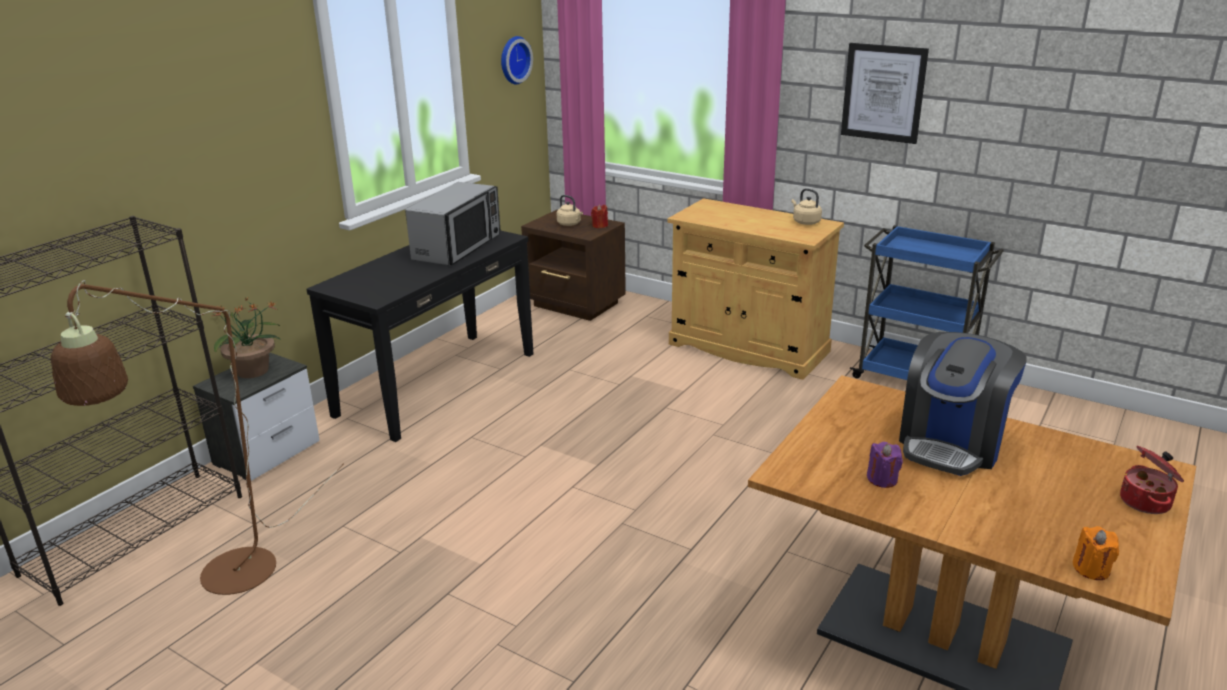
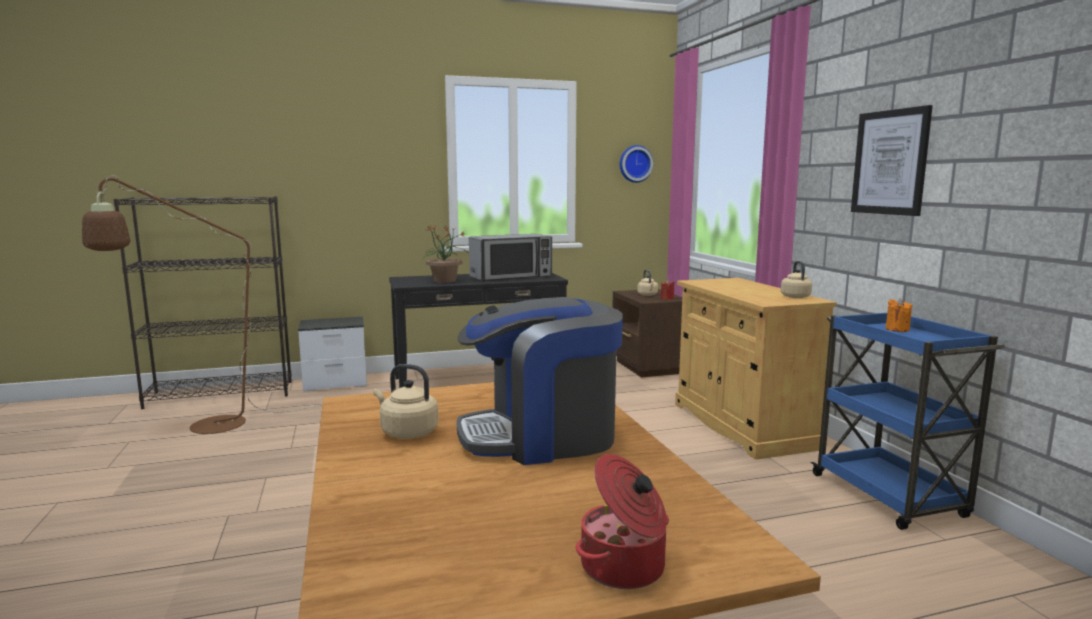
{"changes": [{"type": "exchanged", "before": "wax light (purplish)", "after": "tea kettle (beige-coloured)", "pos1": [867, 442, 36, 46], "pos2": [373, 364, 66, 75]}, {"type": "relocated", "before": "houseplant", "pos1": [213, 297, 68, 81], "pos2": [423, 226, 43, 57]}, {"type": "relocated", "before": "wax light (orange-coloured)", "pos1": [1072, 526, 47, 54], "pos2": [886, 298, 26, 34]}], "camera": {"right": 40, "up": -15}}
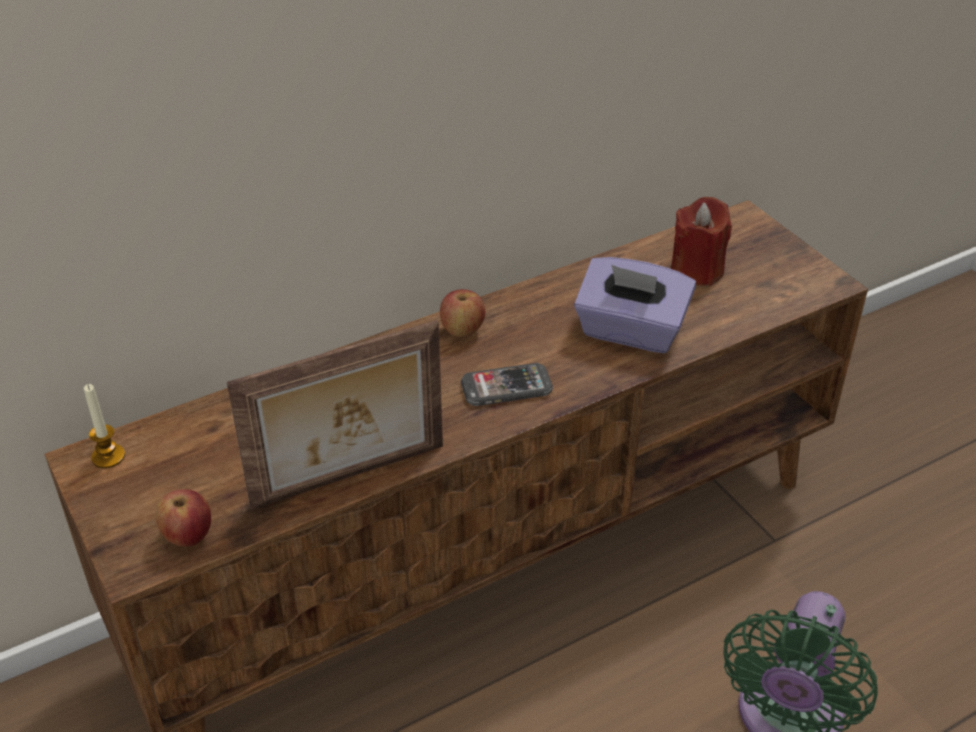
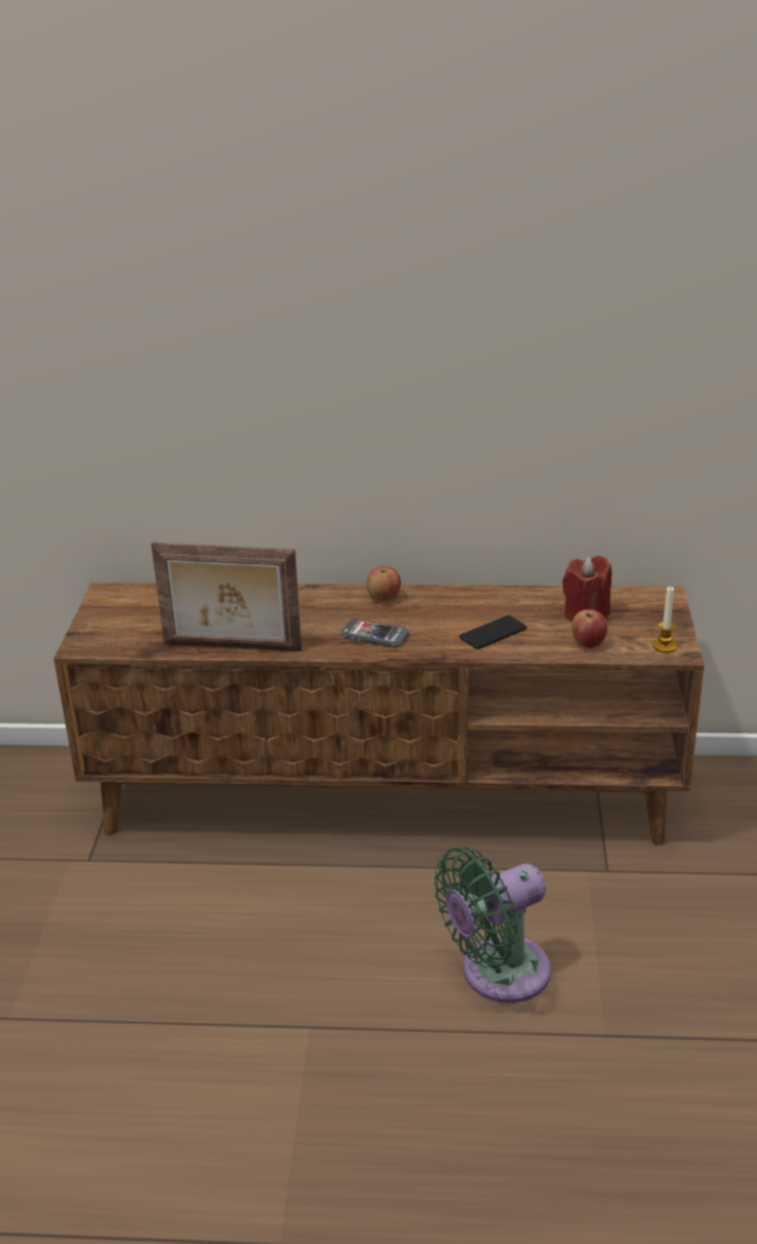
{"changes": [{"type": "exchanged", "before": "box of tissues (purplish)", "after": "telephone", "pos1": [574, 257, 122, 96], "pos2": [459, 615, 68, 34]}, {"type": "relocated", "before": "whole apple", "pos1": [155, 489, 56, 58], "pos2": [572, 609, 36, 39]}, {"type": "relocated", "before": "wax light", "pos1": [84, 384, 41, 84], "pos2": [653, 586, 24, 67]}], "camera": {"right": 35, "up": -10}}
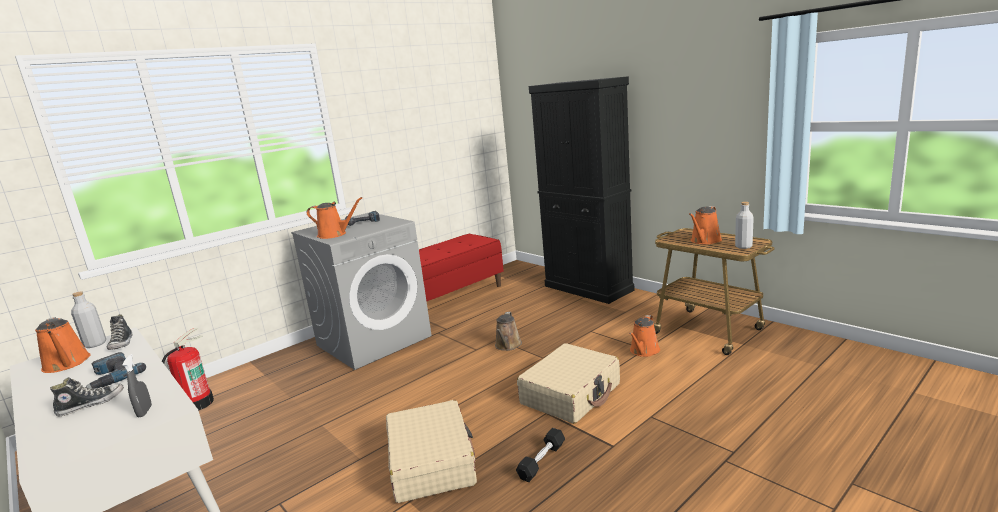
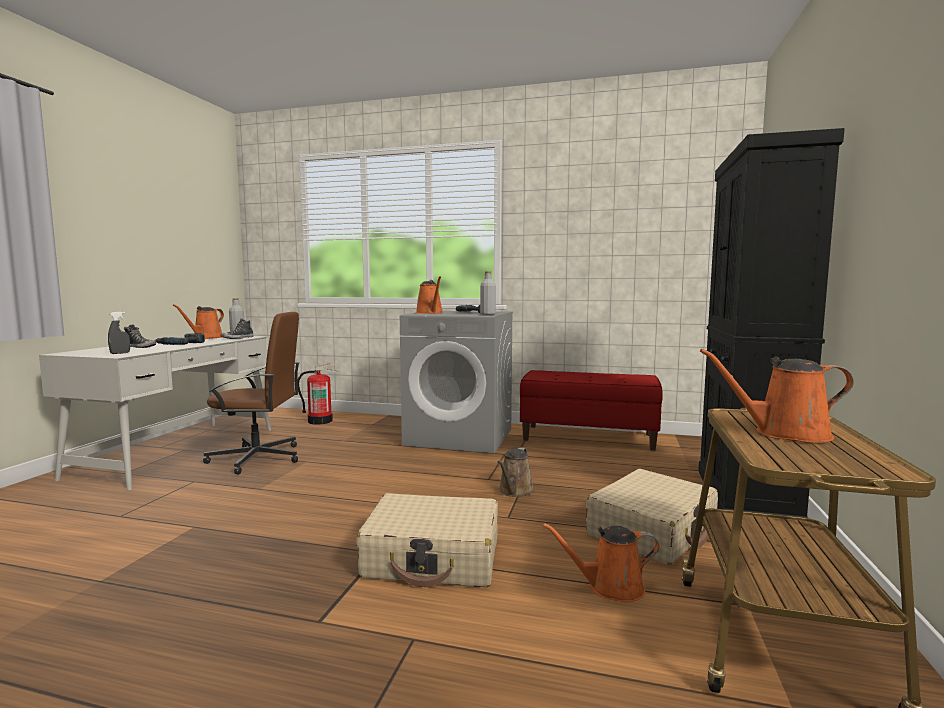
{"changes": [{"type": "appeared", "after": "office chair (brownish)", "pos2": [203, 312, 96, 163]}, {"type": "relocated", "before": "bottle (gray)", "pos1": [735, 202, 19, 47], "pos2": [480, 271, 16, 44]}, {"type": "spun", "before": "watering can (brownish)", "pos1": [495, 312, 27, 39], "pos2": [498, 447, 37, 50], "turn": -45}, {"type": "relocated", "before": "travel case (beige-coloured)", "pos1": [386, 400, 91, 103], "pos2": [586, 469, 132, 96]}, {"type": "missing", "before": "dumbbell (blackish)", "pos1": [516, 428, 49, 54]}], "camera": {"right": 55, "up": -10}}
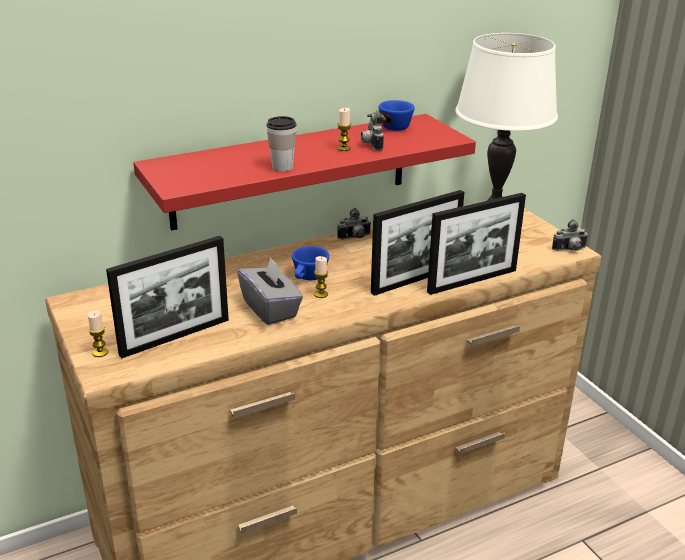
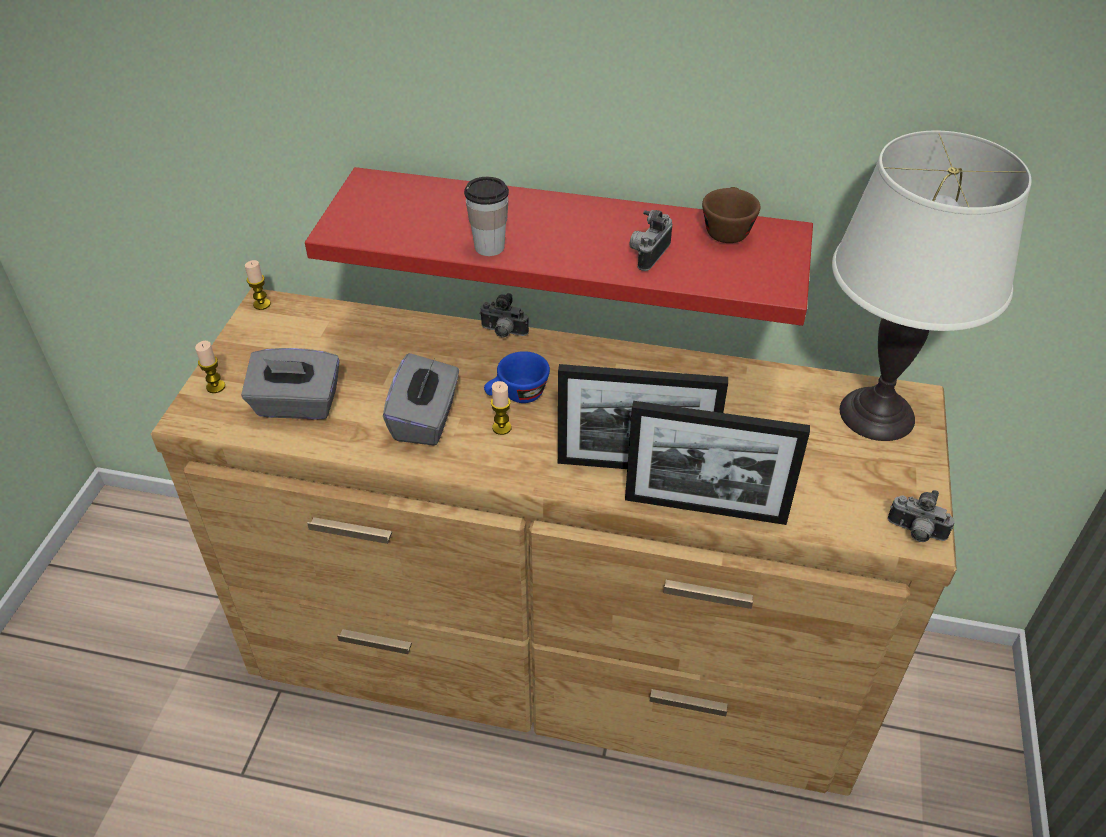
{"changes": [{"type": "exchanged", "before": "standing frame", "after": "box of tissues (gray)", "pos1": [106, 236, 123, 122], "pos2": [241, 348, 99, 72]}, {"type": "relocated", "before": "wax light", "pos1": [337, 108, 14, 43], "pos2": [245, 260, 26, 50]}, {"type": "relocated", "before": "photo camera", "pos1": [337, 208, 34, 32], "pos2": [479, 293, 50, 45]}, {"type": "colour", "before": "small cup (bluish)", "after": "small cup (brownish)", "pos1": [379, 100, 36, 31], "pos2": [702, 187, 58, 56]}], "camera": {"right": 40, "up": 15}}
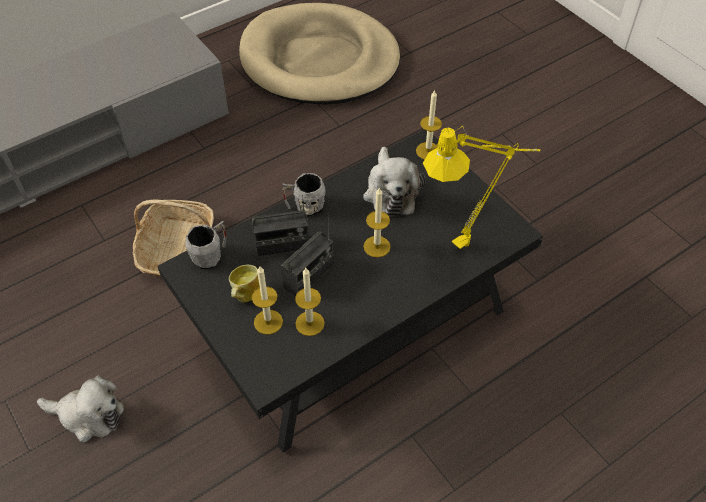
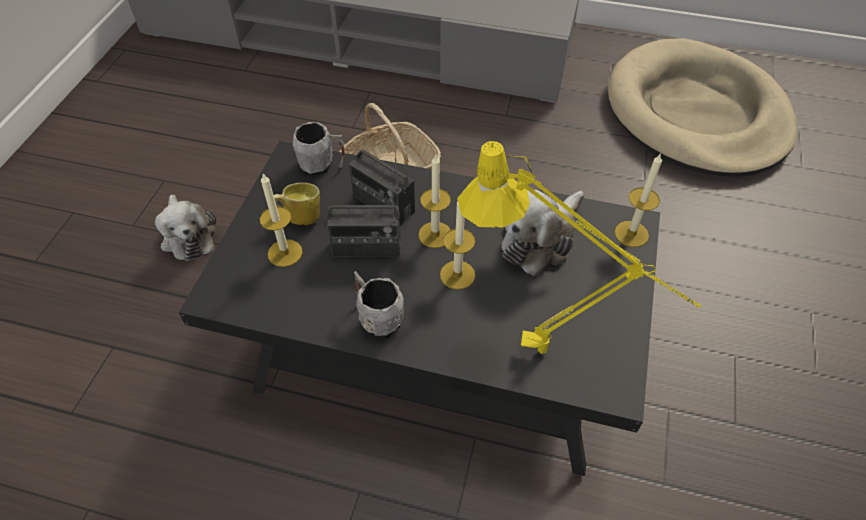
{"changes": [{"type": "relocated", "before": "mug (gray)", "pos1": [282, 173, 44, 44], "pos2": [354, 271, 50, 68]}, {"type": "relocated", "before": "wax light", "pos1": [295, 268, 30, 68], "pos2": [418, 155, 33, 93]}], "camera": {"right": 50, "up": 0}}
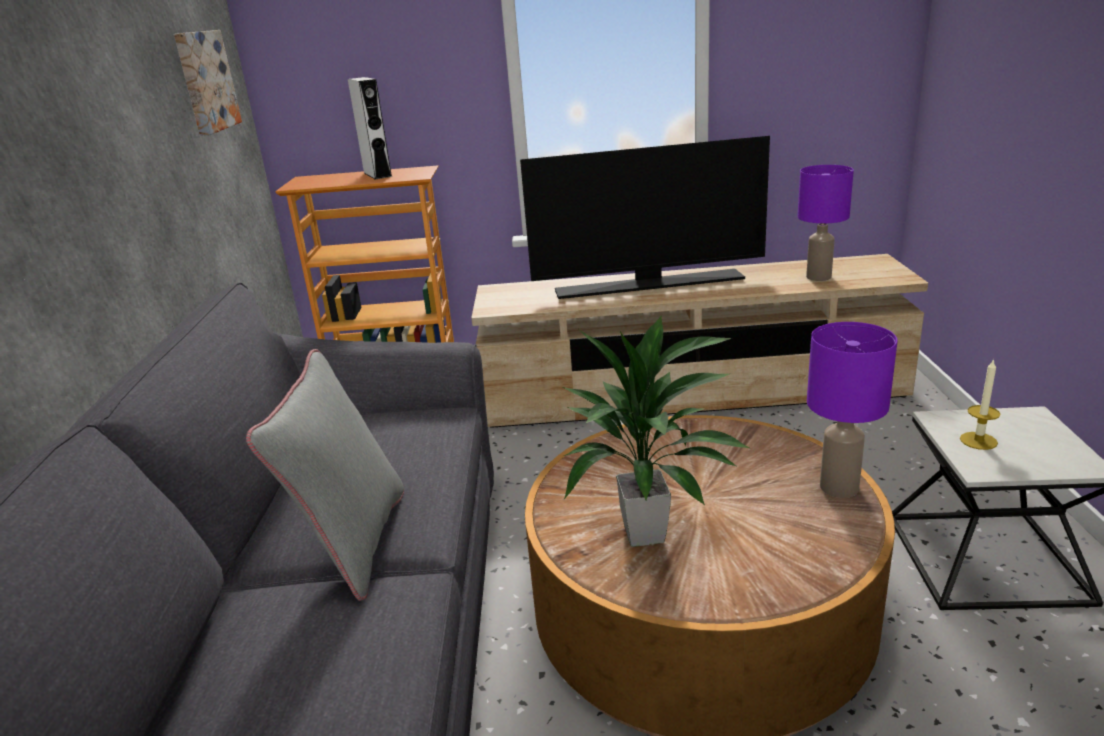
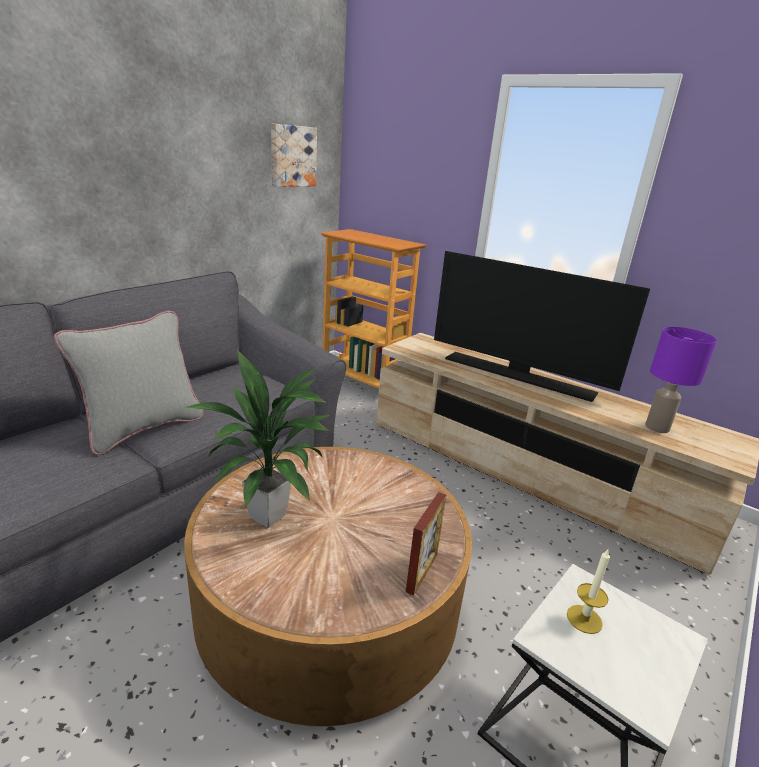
{"changes": [{"type": "exchanged", "before": "table lamp (purplish)", "after": "standing frame", "pos1": [807, 322, 91, 176], "pos2": [406, 492, 40, 104]}, {"type": "missing", "before": "loudspeaker (whitish)", "pos1": [348, 77, 44, 102]}], "camera": {"right": 35, "up": 0}}
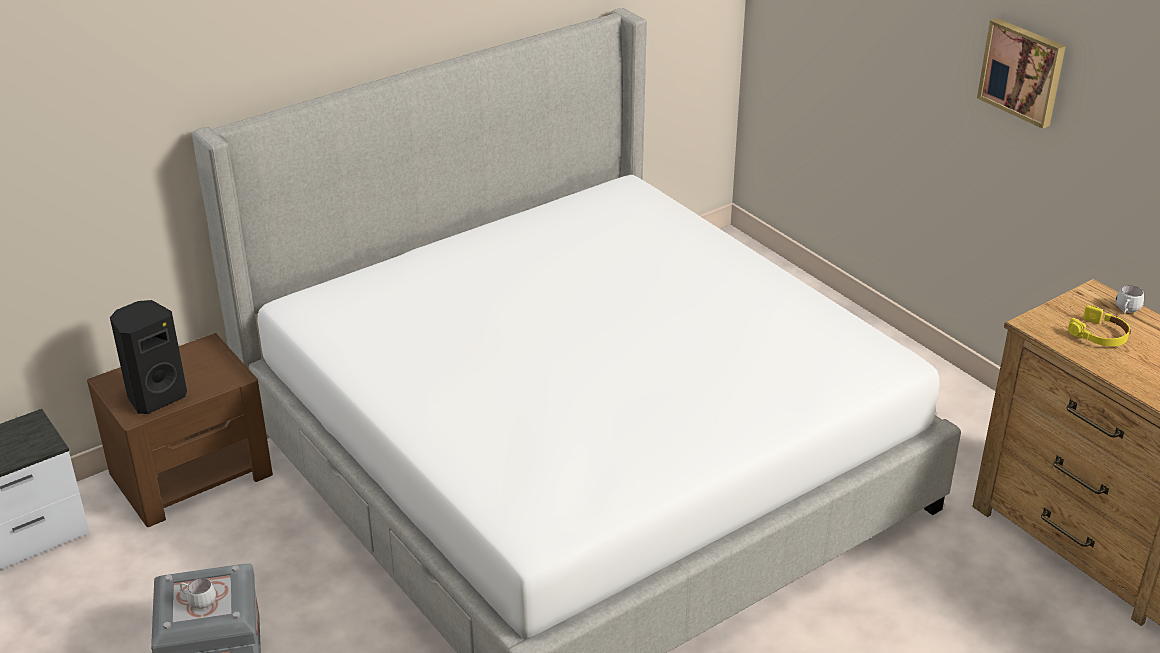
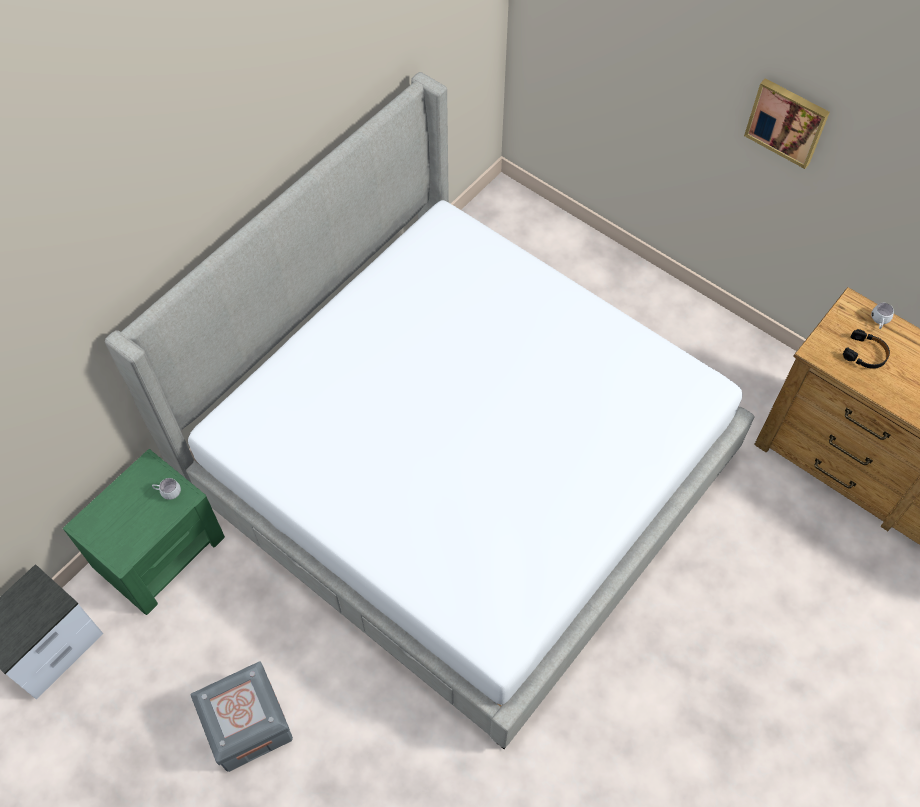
{"changes": [{"type": "colour", "before": "bedside table (brownish)", "after": "bedside table (greenish)", "pos1": [87, 333, 186, 194], "pos2": [63, 449, 162, 166]}, {"type": "relocated", "before": "mug (whitish)", "pos1": [180, 578, 36, 31], "pos2": [152, 478, 29, 22]}, {"type": "colour", "before": "headset (yellow)", "after": "headset (blackish)", "pos1": [1068, 305, 62, 41], "pos2": [843, 329, 47, 40]}, {"type": "missing", "before": "loudspeaker (blackish)", "pos1": [110, 300, 77, 114]}], "camera": {"right": -15, "up": 25}}
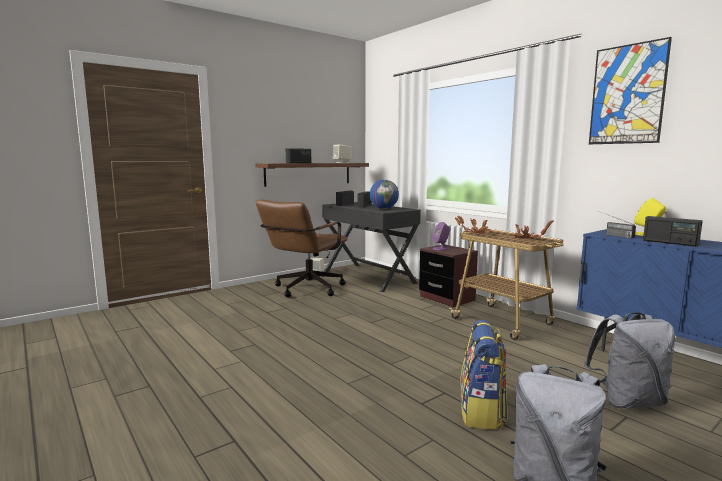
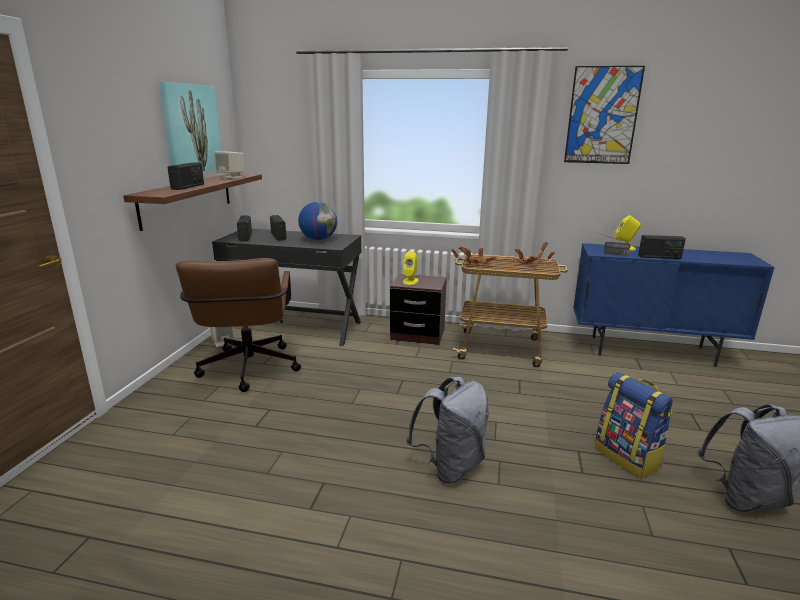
{"changes": [{"type": "appeared", "after": "picture", "pos2": [159, 82, 62, 89]}, {"type": "colour", "before": "loudspeaker (purplish)", "after": "loudspeaker (yellow)", "pos1": [433, 222, 17, 28], "pos2": [403, 251, 16, 34]}, {"type": "relocated", "before": "rucksack (gray)", "pos1": [584, 313, 91, 96], "pos2": [406, 377, 83, 106]}], "camera": {"right": -40, "up": 10}}
